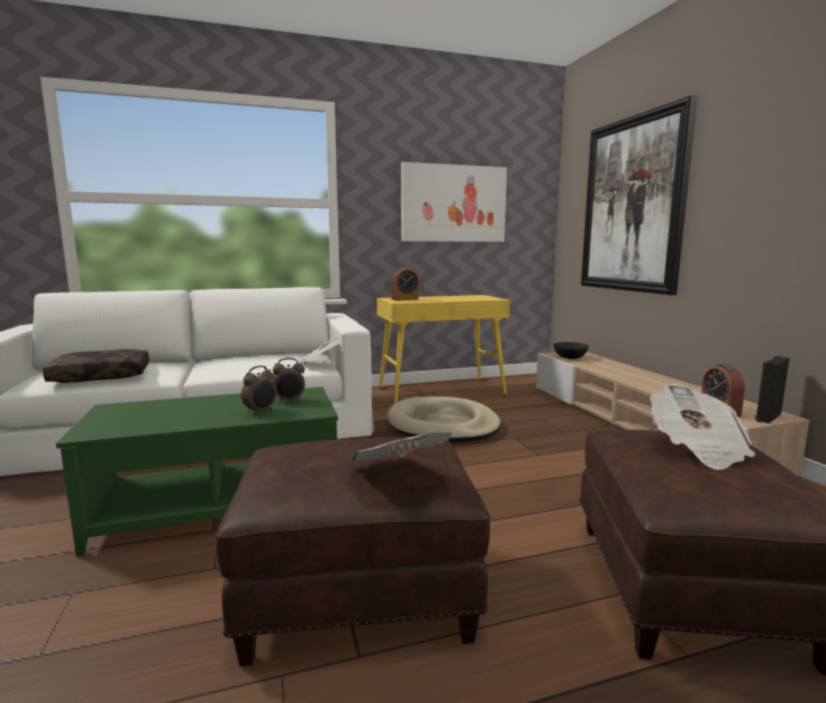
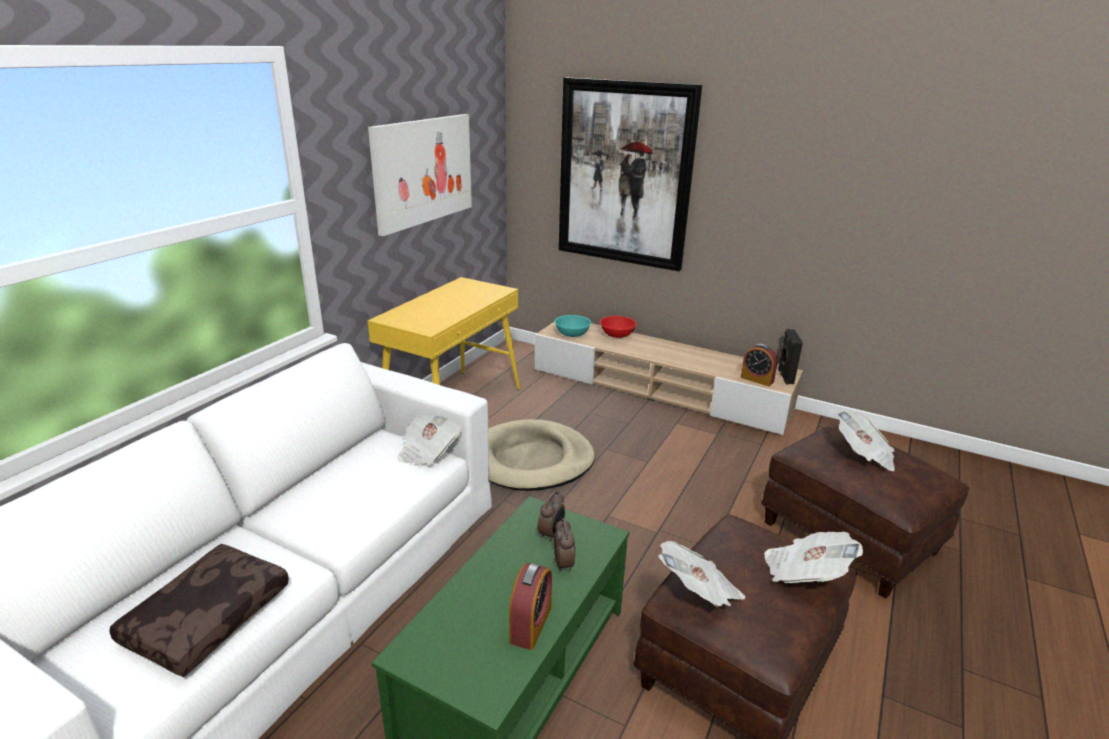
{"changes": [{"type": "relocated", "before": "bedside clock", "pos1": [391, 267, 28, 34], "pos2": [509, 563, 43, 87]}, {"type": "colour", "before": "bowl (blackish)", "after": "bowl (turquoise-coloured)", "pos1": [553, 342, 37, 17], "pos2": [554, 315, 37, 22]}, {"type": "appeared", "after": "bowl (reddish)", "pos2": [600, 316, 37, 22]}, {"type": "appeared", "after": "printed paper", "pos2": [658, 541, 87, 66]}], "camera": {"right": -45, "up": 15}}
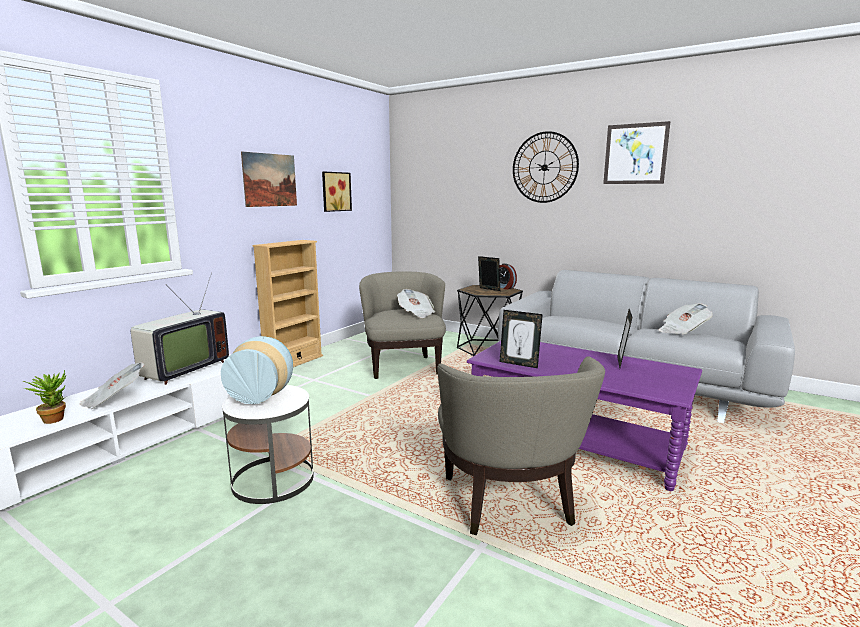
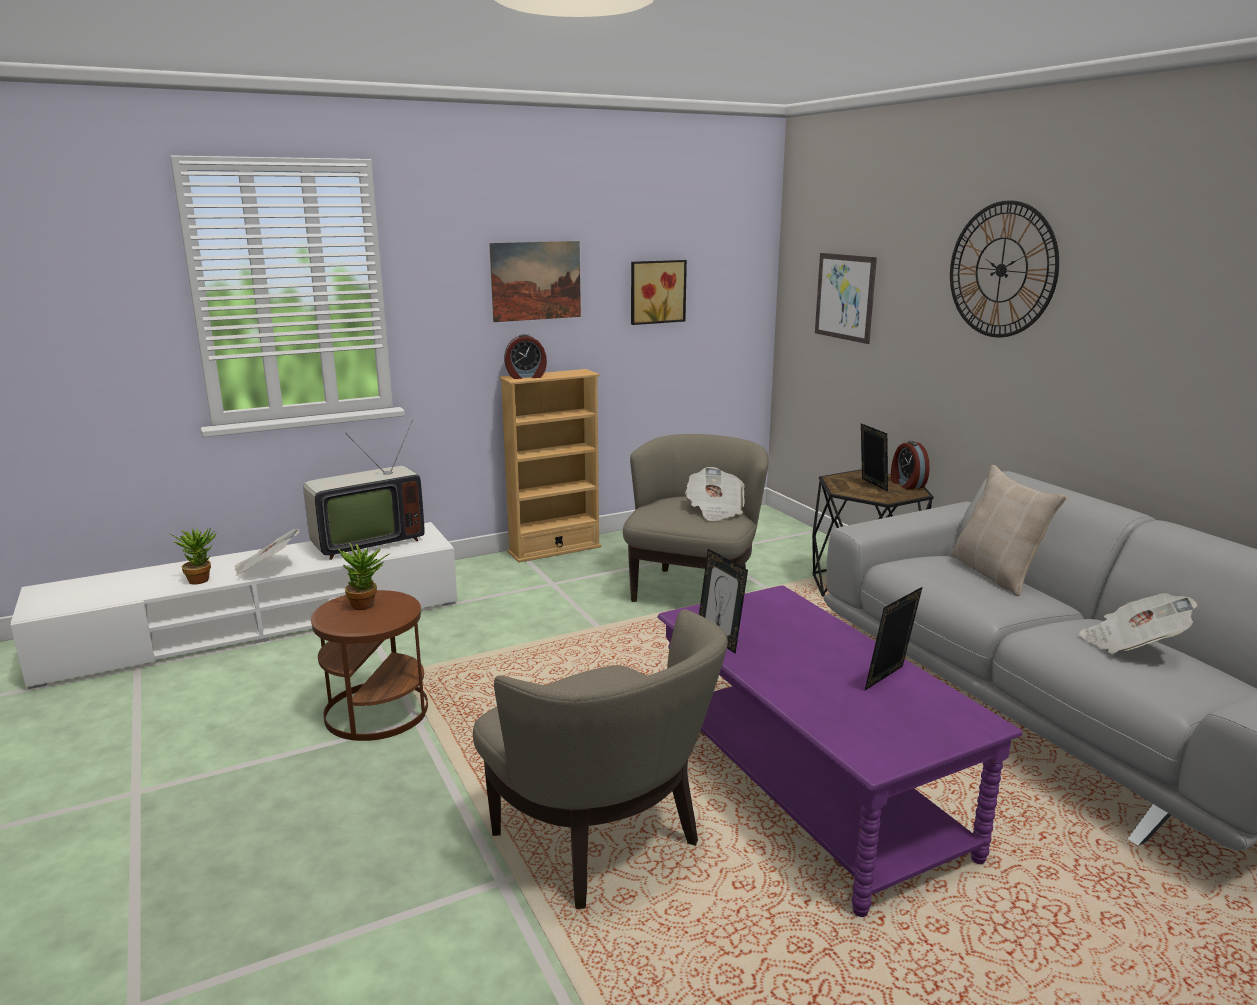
{"changes": [{"type": "colour", "before": "accent table (whitish)", "after": "accent table (brownish)", "pos1": [222, 385, 92, 119], "pos2": [311, 590, 117, 151]}, {"type": "exchanged", "before": "decorative vase", "after": "houseplant", "pos1": [221, 336, 72, 68], "pos2": [338, 543, 52, 67]}, {"type": "spun", "before": "easy chair (beige-coloured)", "pos1": [437, 356, 168, 179], "pos2": [473, 609, 255, 300], "turn": -60}, {"type": "appeared", "after": "bedside clock", "pos2": [504, 334, 43, 45]}, {"type": "relocated", "before": "picture", "pos1": [603, 121, 68, 63], "pos2": [815, 253, 62, 91]}, {"type": "appeared", "after": "throw pillow (beige-coloured)", "pos2": [950, 465, 117, 131]}], "camera": {"right": 30, "up": 5}}
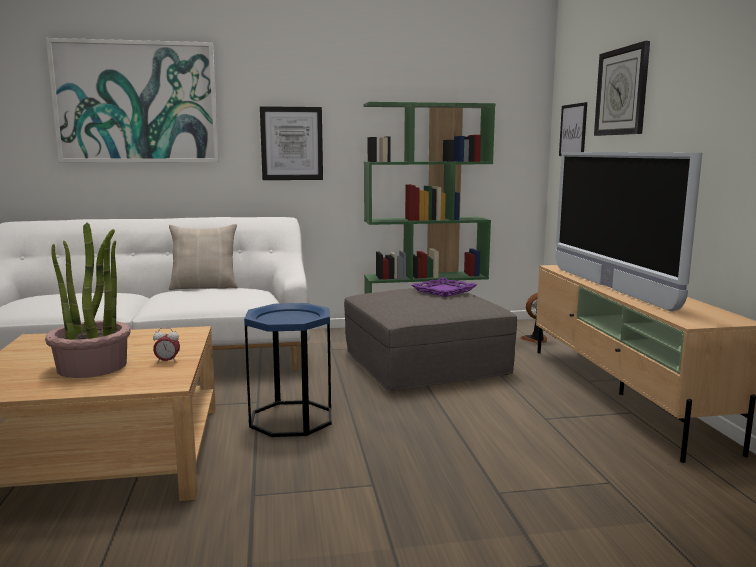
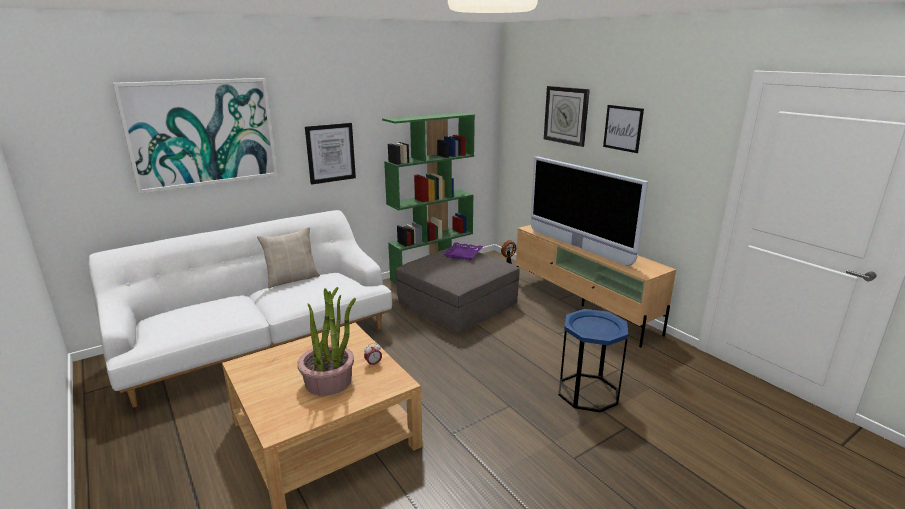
{"changes": [{"type": "relocated", "before": "accent table (bluish)", "pos1": [244, 303, 88, 134], "pos2": [558, 309, 70, 103]}, {"type": "relocated", "before": "picture", "pos1": [559, 102, 28, 54], "pos2": [603, 105, 41, 48]}], "camera": {"right": -25, "up": 10}}
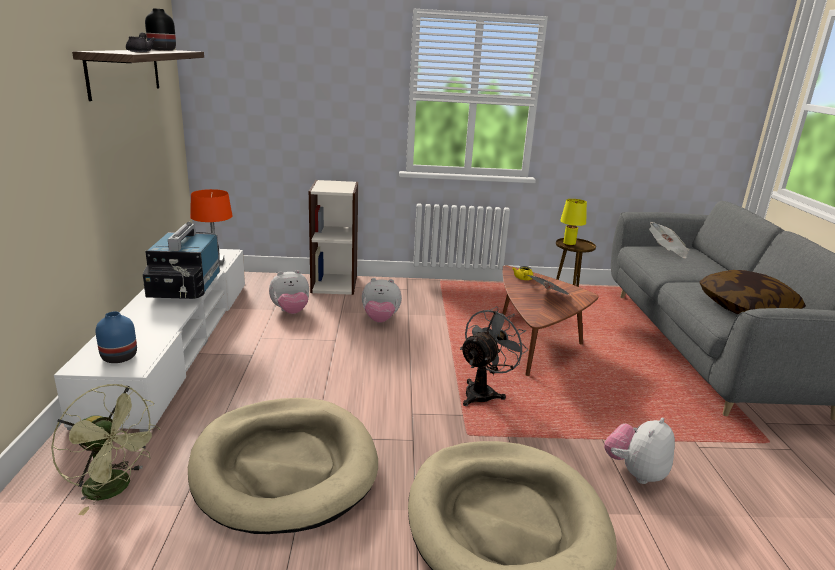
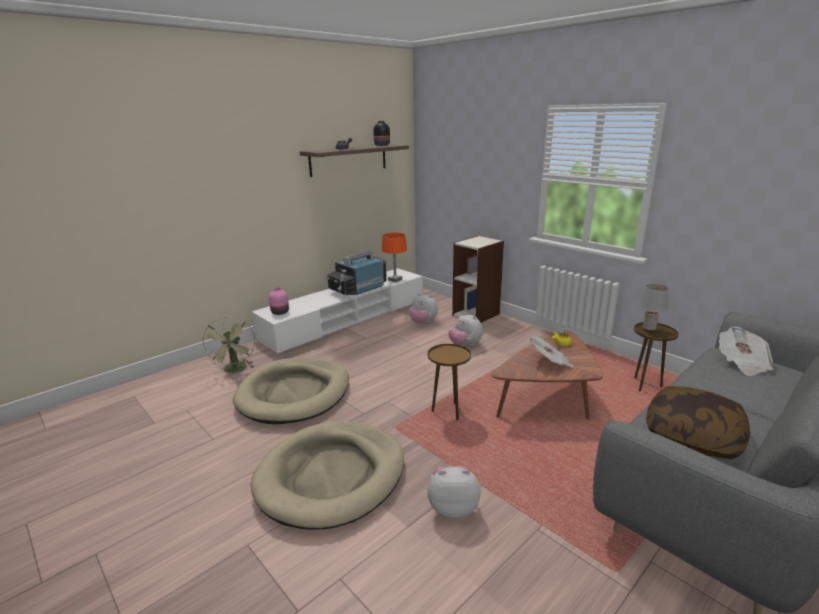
{"changes": [{"type": "colour", "before": "decorative vase (bluish)", "after": "decorative vase (pink)", "pos1": [95, 311, 42, 52], "pos2": [269, 288, 20, 27]}, {"type": "exchanged", "before": "electric fan (gray)", "after": "accent table (brownish)", "pos1": [460, 306, 68, 100], "pos2": [428, 344, 43, 76]}, {"type": "colour", "before": "table lamp (yellow)", "after": "table lamp (gray)", "pos1": [560, 199, 27, 47], "pos2": [639, 284, 29, 48]}], "camera": {"right": 50, "up": 0}}
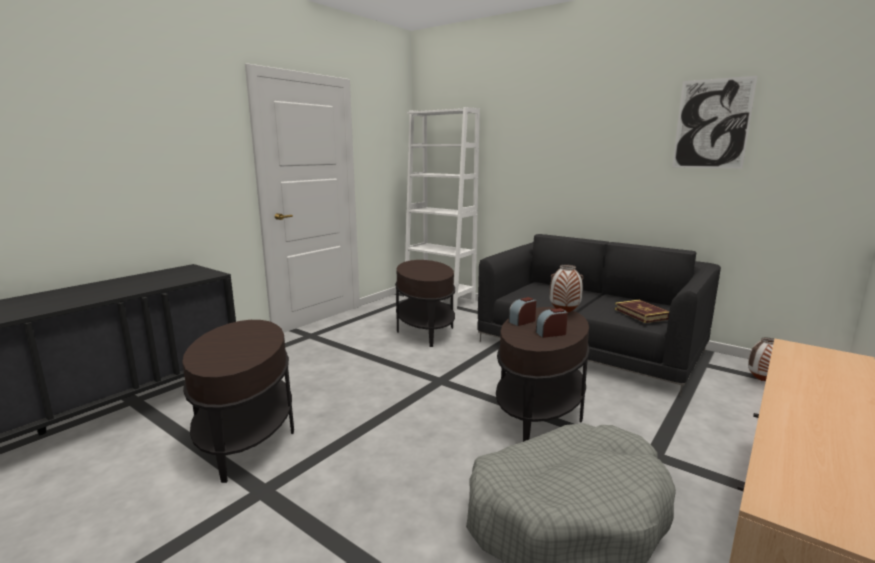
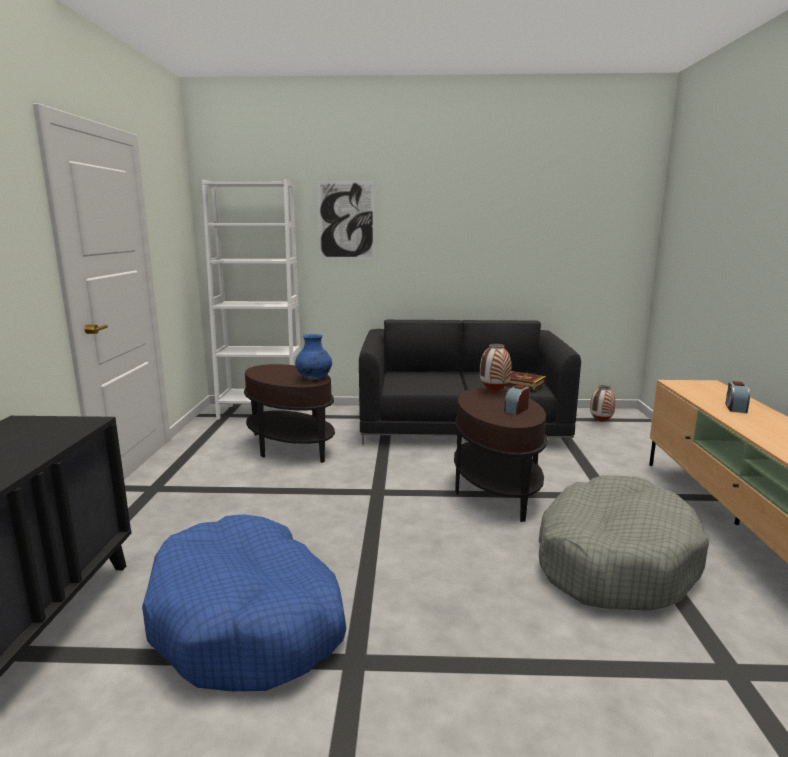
{"changes": [{"type": "exchanged", "before": "accent table (brownish)", "after": "dog cushion (bluish)", "pos1": [182, 320, 112, 163], "pos2": [142, 514, 205, 177]}, {"type": "appeared", "after": "decorative vase (bluish)", "pos2": [295, 334, 37, 46]}, {"type": "relocated", "before": "picture", "pos1": [672, 76, 85, 93], "pos2": [317, 181, 58, 78]}, {"type": "relocated", "before": "bedside clock", "pos1": [509, 297, 27, 29], "pos2": [725, 381, 25, 32]}], "camera": {"right": -35, "up": 0}}
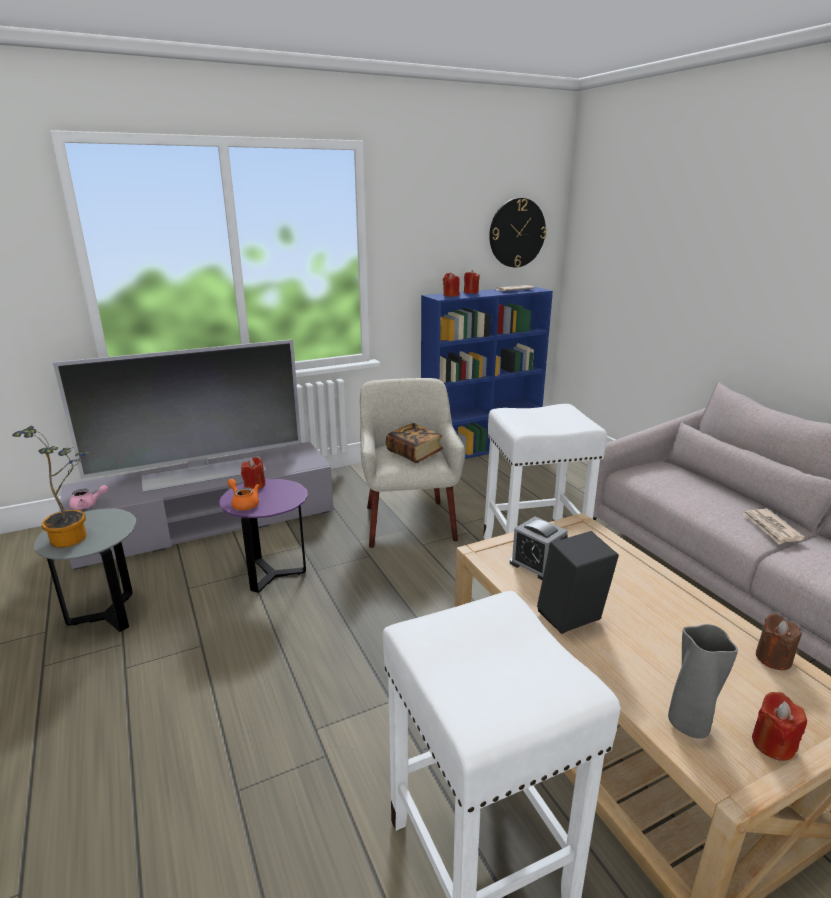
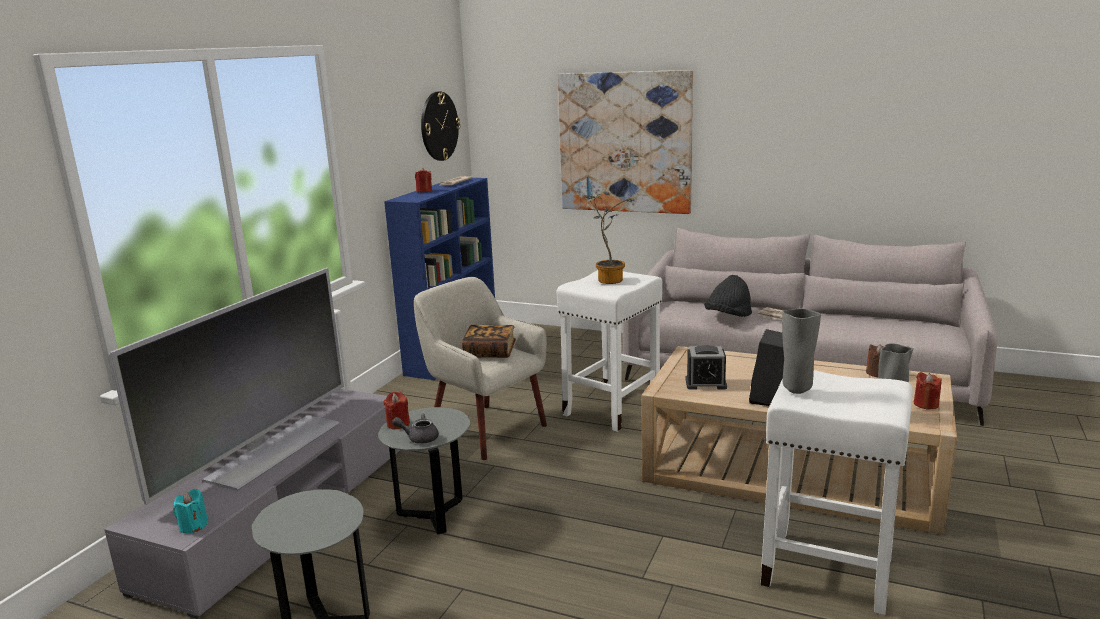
{"changes": [{"type": "exchanged", "before": "tea pot (pink)", "after": "wax light (turquoise-coloured)", "pos1": [69, 485, 39, 24], "pos2": [173, 489, 36, 44]}, {"type": "colour", "before": "accent table (purplish)", "after": "accent table (gray)", "pos1": [219, 479, 89, 114], "pos2": [378, 407, 92, 128]}, {"type": "colour", "before": "tea pot (orange-coloured)", "after": "tea pot (gray)", "pos1": [227, 479, 32, 31], "pos2": [392, 414, 47, 30]}, {"type": "appeared", "after": "picture", "pos2": [557, 70, 136, 144]}, {"type": "relocated", "before": "houseplant", "pos1": [12, 426, 79, 122], "pos2": [584, 192, 51, 92]}, {"type": "appeared", "after": "clothing hat (blackish)", "pos2": [704, 275, 48, 42]}, {"type": "appeared", "after": "decorative vase (gray)", "pos2": [782, 308, 39, 86]}, {"type": "missing", "before": "wax light (reddish)", "pos1": [443, 272, 17, 25]}], "camera": {"right": -40, "up": -5}}
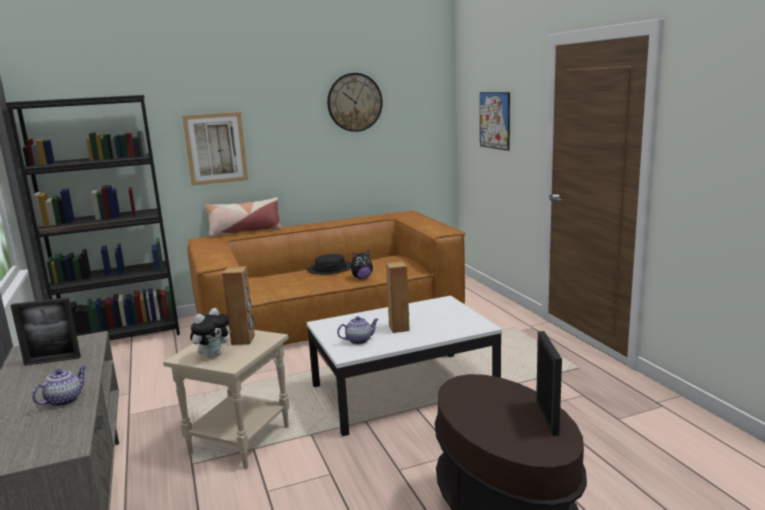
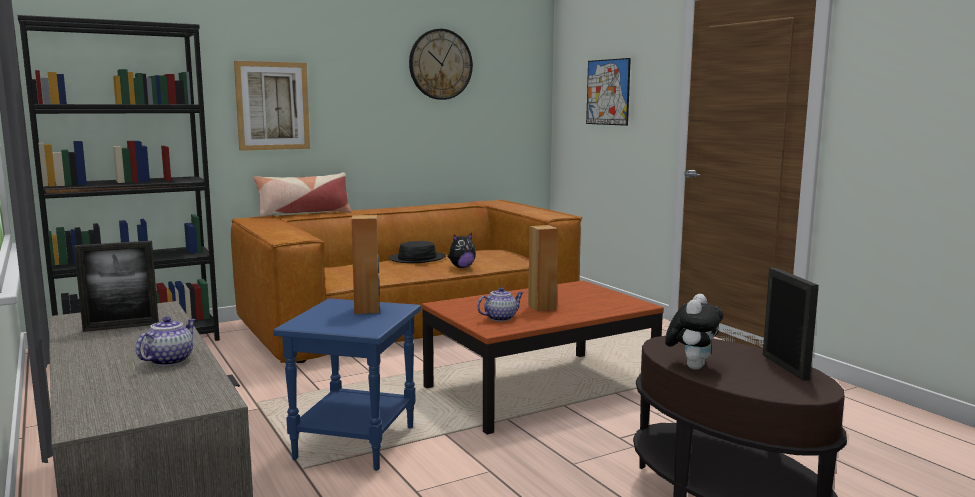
{"changes": [{"type": "colour", "before": "accent table (beige-coloured)", "after": "accent table (bluish)", "pos1": [163, 326, 126, 143], "pos2": [273, 298, 148, 173]}, {"type": "colour", "before": "coffee table (whitish)", "after": "coffee table (brownish)", "pos1": [307, 296, 195, 140], "pos2": [422, 280, 242, 154]}, {"type": "relocated", "before": "plush toy", "pos1": [190, 308, 41, 51], "pos2": [665, 294, 59, 76]}], "camera": {"right": -10, "up": -5}}
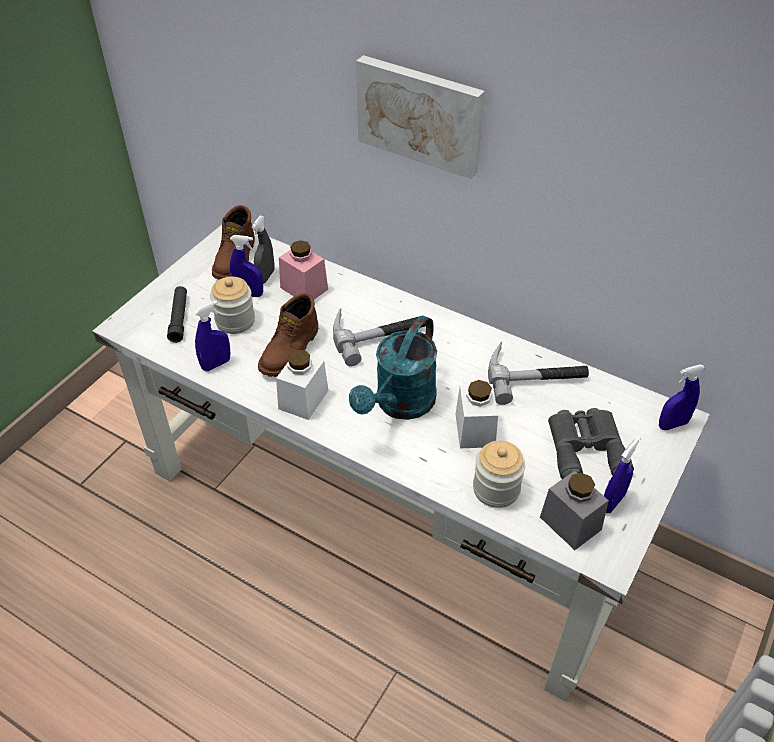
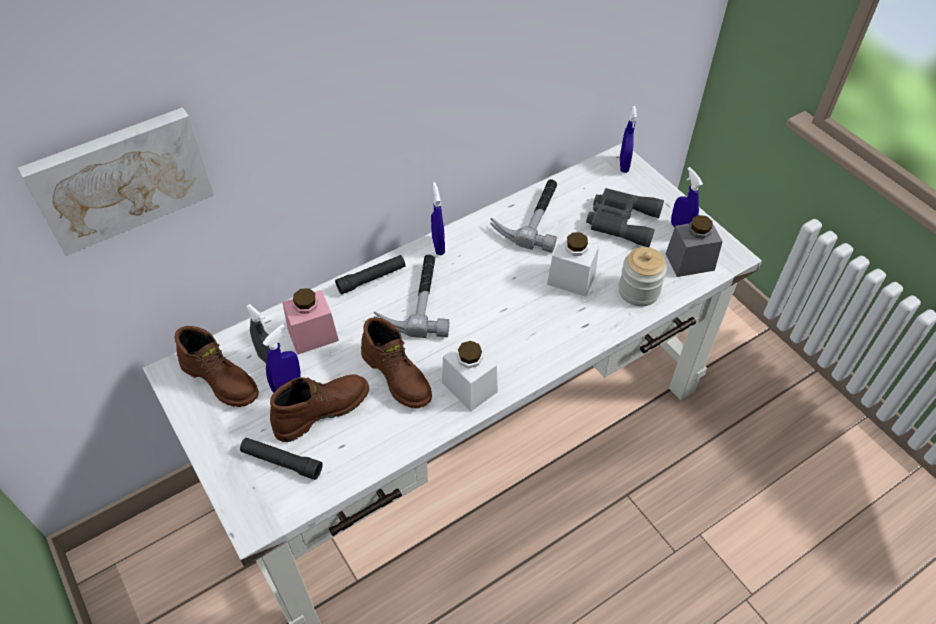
{"changes": [{"type": "relocated", "before": "picture", "pos1": [356, 55, 129, 124], "pos2": [18, 107, 196, 149]}, {"type": "exchanged", "before": "jar", "after": "tall boot (brownish)", "pos1": [210, 277, 45, 57], "pos2": [270, 374, 99, 68]}, {"type": "appeared", "after": "flashlight (blackish)", "pos2": [335, 255, 71, 40]}, {"type": "relocated", "before": "spray bottle (bluish)", "pos1": [194, 301, 36, 70], "pos2": [431, 182, 14, 73]}, {"type": "missing", "before": "watering can (turquoise-coloured)", "pos1": [349, 316, 88, 104]}], "camera": {"right": -65, "up": 5}}
